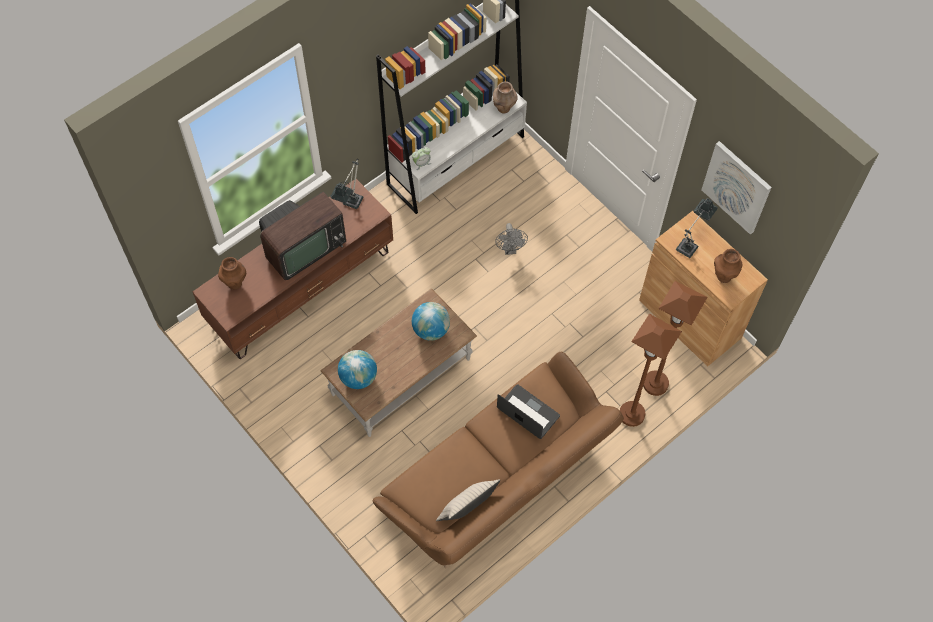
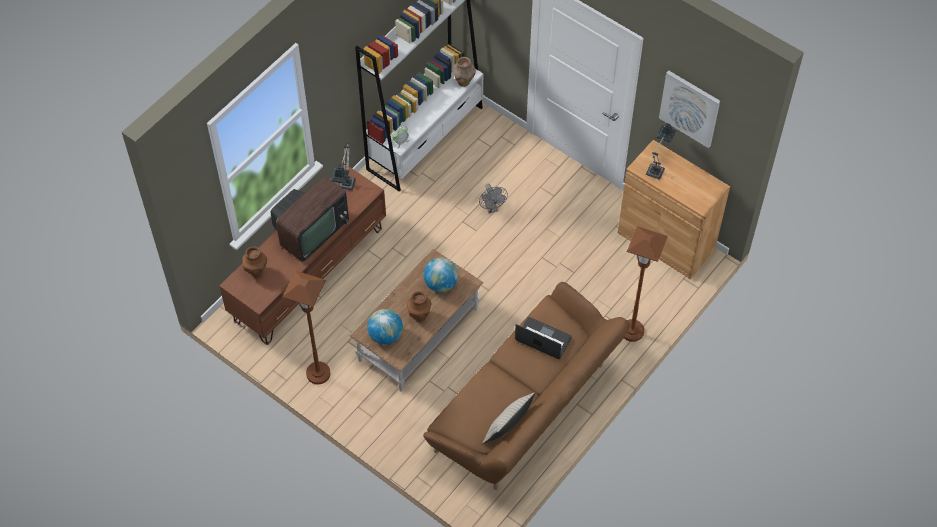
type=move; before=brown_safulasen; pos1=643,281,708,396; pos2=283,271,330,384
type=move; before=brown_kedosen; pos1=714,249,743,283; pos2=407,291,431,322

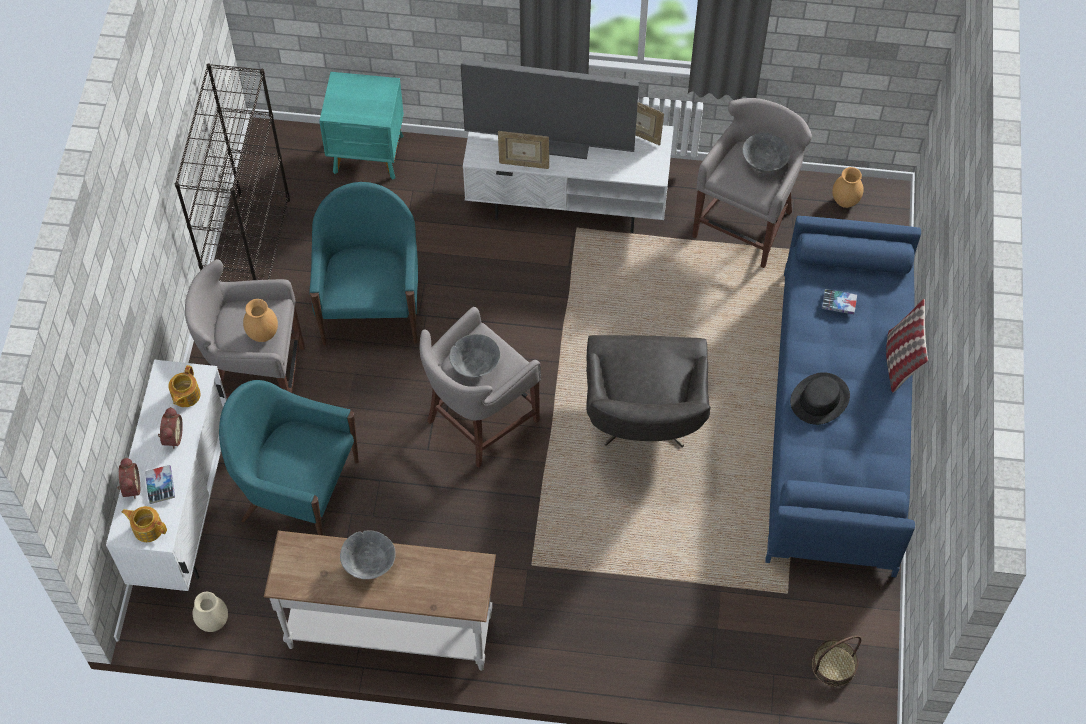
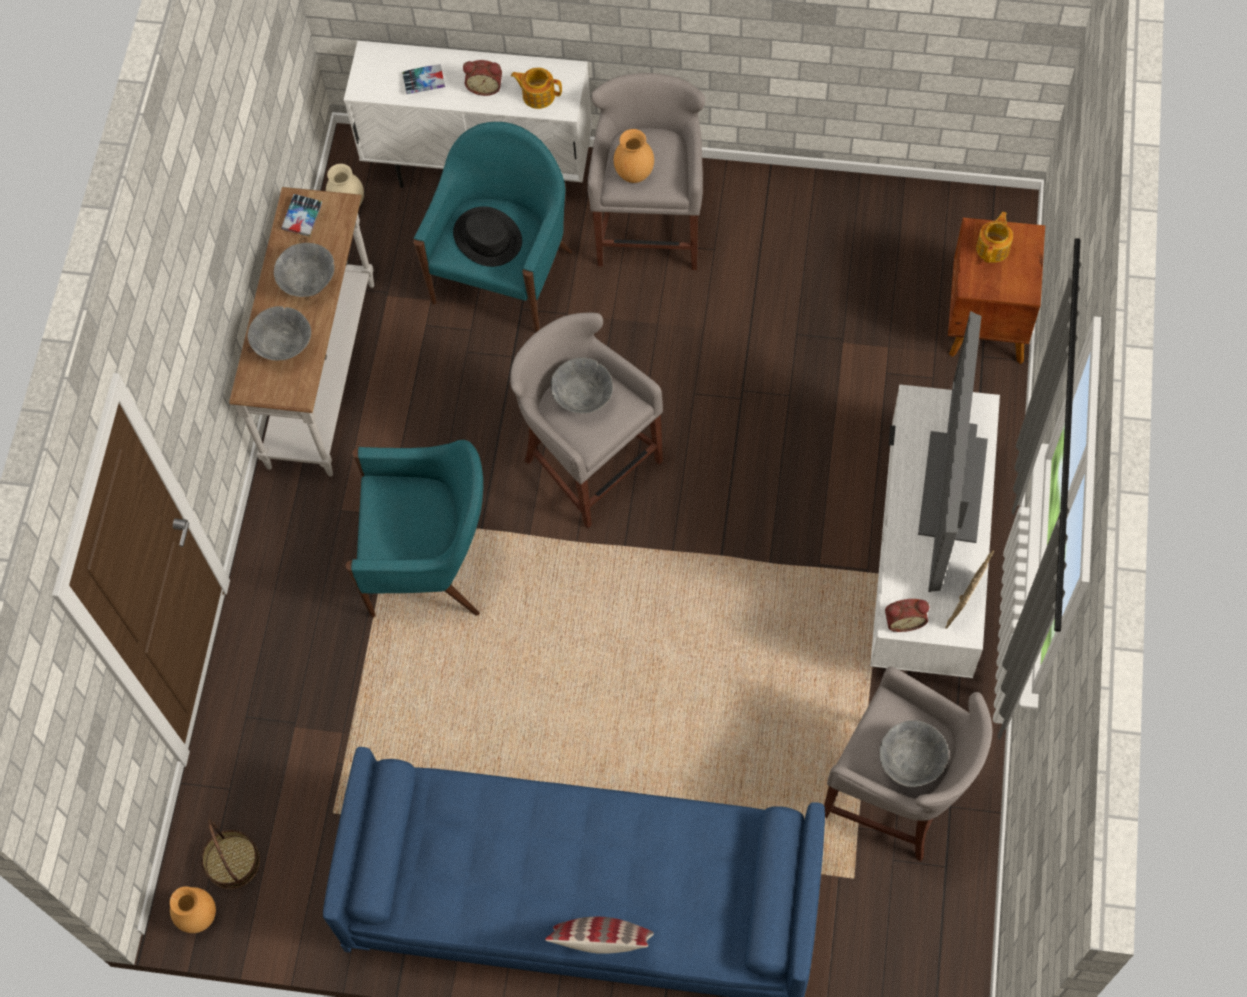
type=delete; before=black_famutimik; pos1=175,64,290,282
type=delete; before=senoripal; pos1=498,131,549,169
type=delete; before=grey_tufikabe; pos1=586,335,711,448
type=insert; after=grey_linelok; pos2=248,306,311,360
type=move; before=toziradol; pos1=117,457,140,499; pos2=885,599,929,632
type=move; before=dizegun; pos1=122,506,167,542; pos2=976,212,1013,263
type=move; before=turquoise_tufikabe; pos1=309,182,419,345; pos2=345,440,483,617
type=move; before=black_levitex; pos1=790,372,850,425; pos2=453,206,522,267
type=move; before=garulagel; pos1=822,289,857,314; pos2=281,194,322,237
type=move; before=brown_kedosen; pos1=832,167,864,208; pos2=170,886,216,933
type=recolor; before=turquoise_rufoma; after=brown_rufoma; pos1=319,72,404,180; pos2=948,218,1045,364

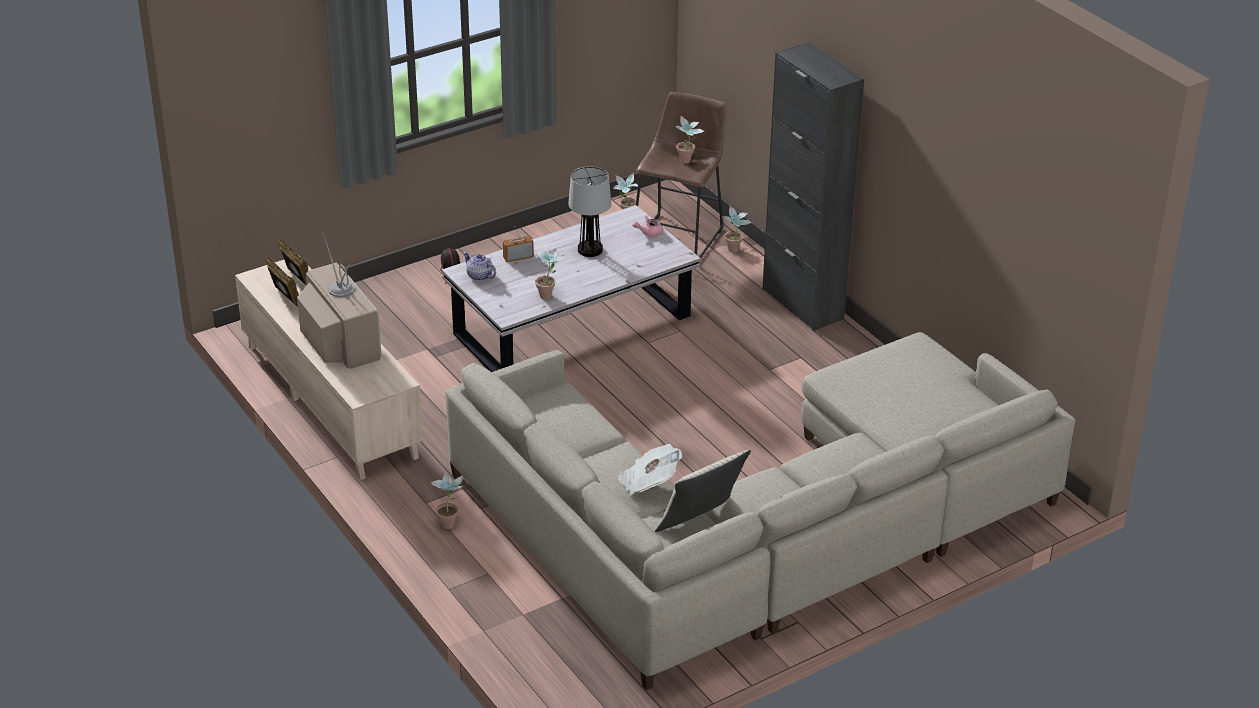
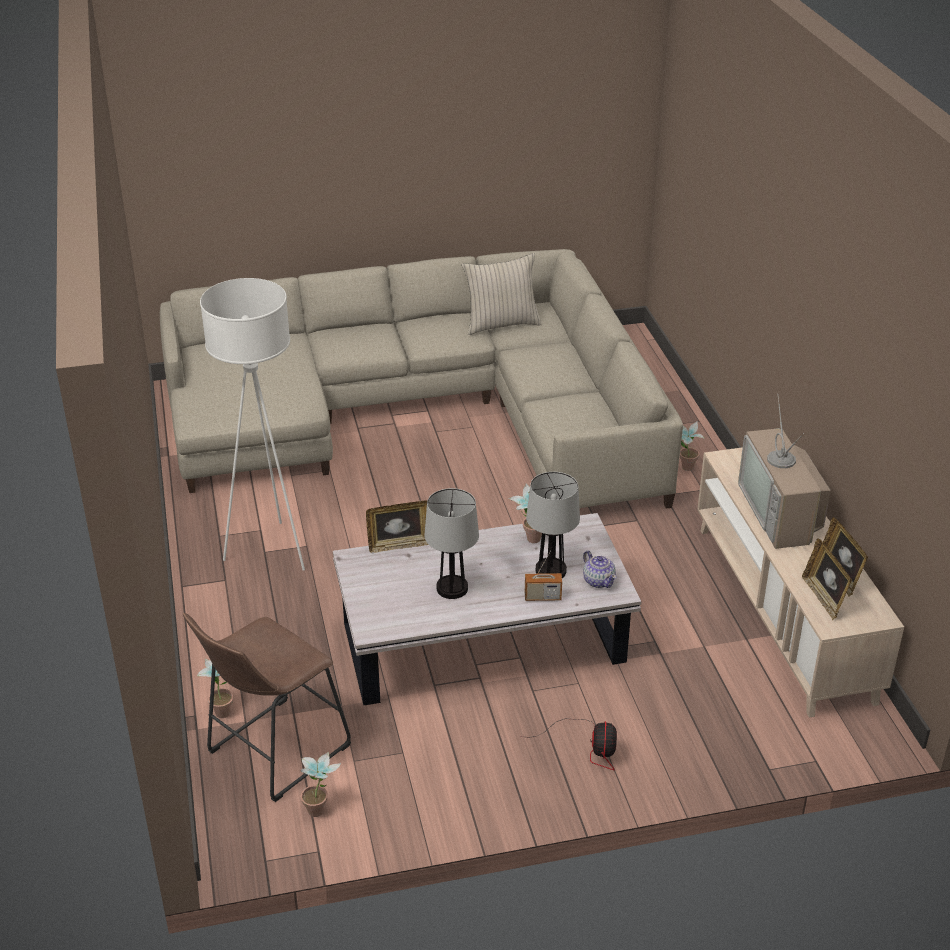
type=delete; before=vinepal; pos1=617,444,682,495
type=delete; before=pink_dizegun; pos1=632,216,663,237
type=delete; before=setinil; pos1=676,116,704,164
type=delete; before=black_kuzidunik; pos1=762,42,864,331
type=insert; after=white_safulasen; pos2=200,278,305,571
type=insert; after=senoripal; pos2=366,500,428,553
type=insert; after=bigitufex; pos2=526,472,580,578

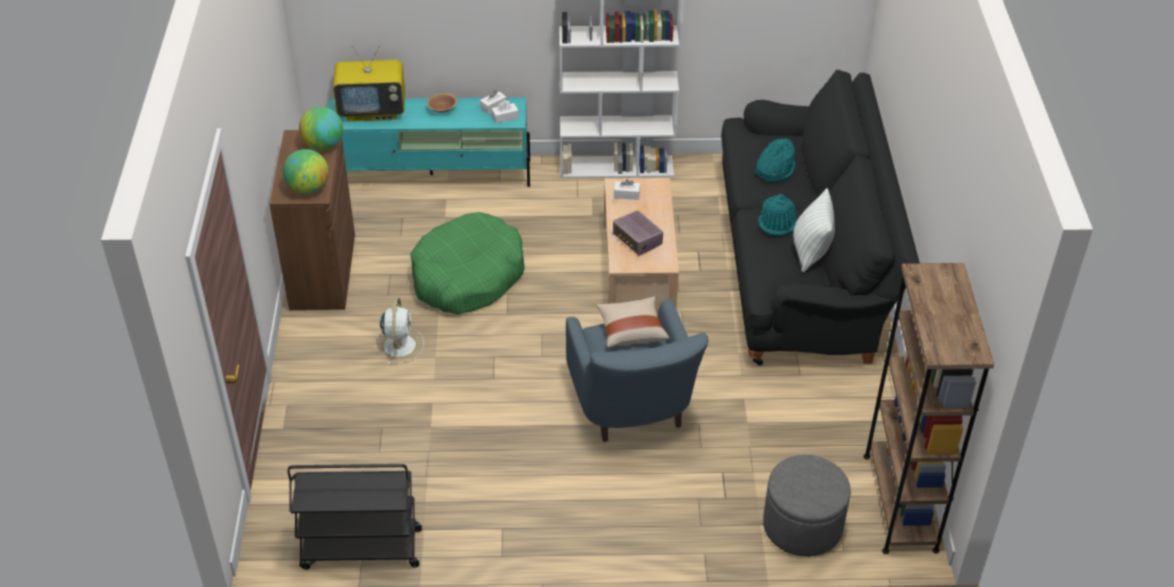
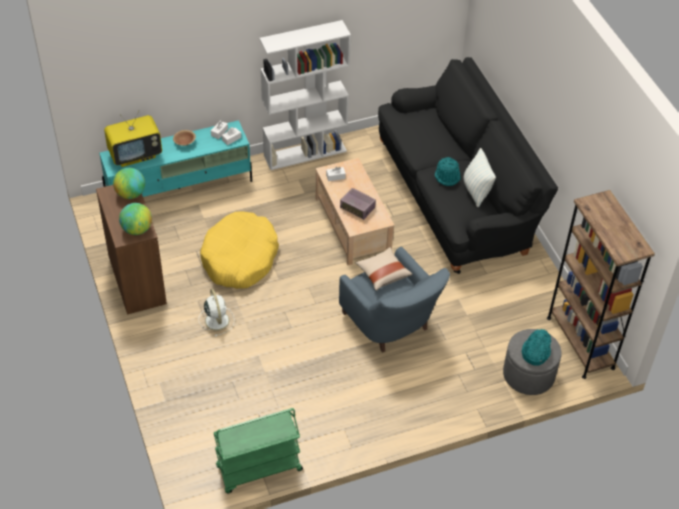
type=move; before=turquoise_levitex; pos1=756,138,795,182; pos2=521,329,552,366
type=recolor; before=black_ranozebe; after=green_ranozebe; pos1=288,464,422,570; pos2=214,408,303,493
type=recolor; before=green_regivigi; after=yellow_regivigi; pos1=410,212,525,314; pos2=200,211,279,289

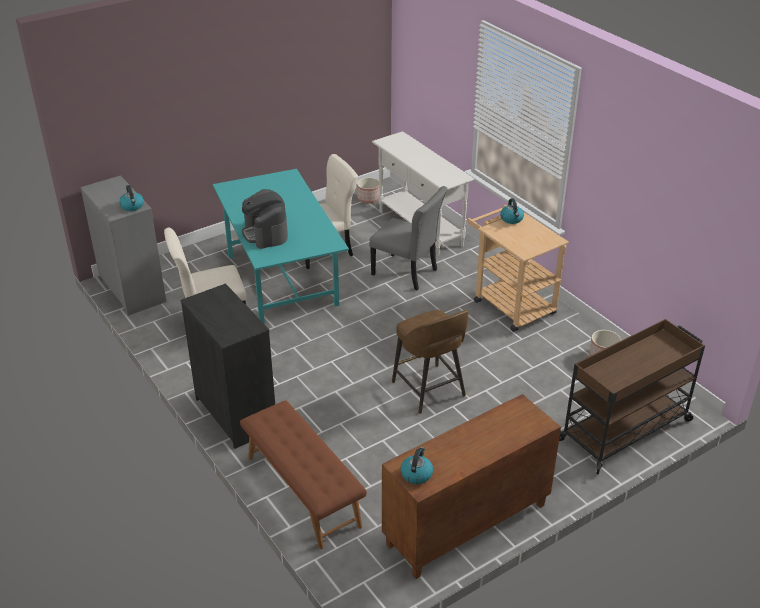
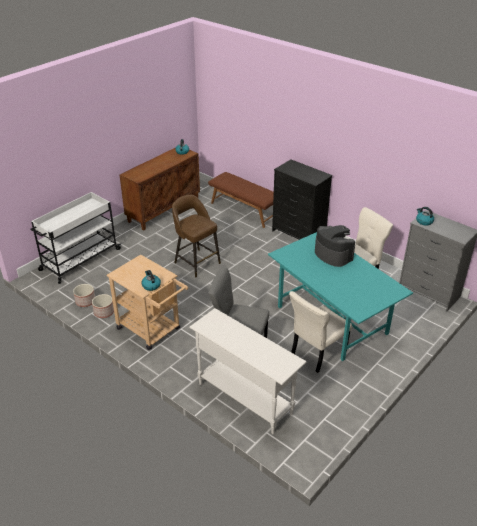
type=move; before=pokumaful; pos1=357,177,380,203; pos2=92,294,114,318
type=recolor; before=brown_ranozebe; after=white_ranozebe; pos1=559,319,705,474; pos2=31,192,121,284

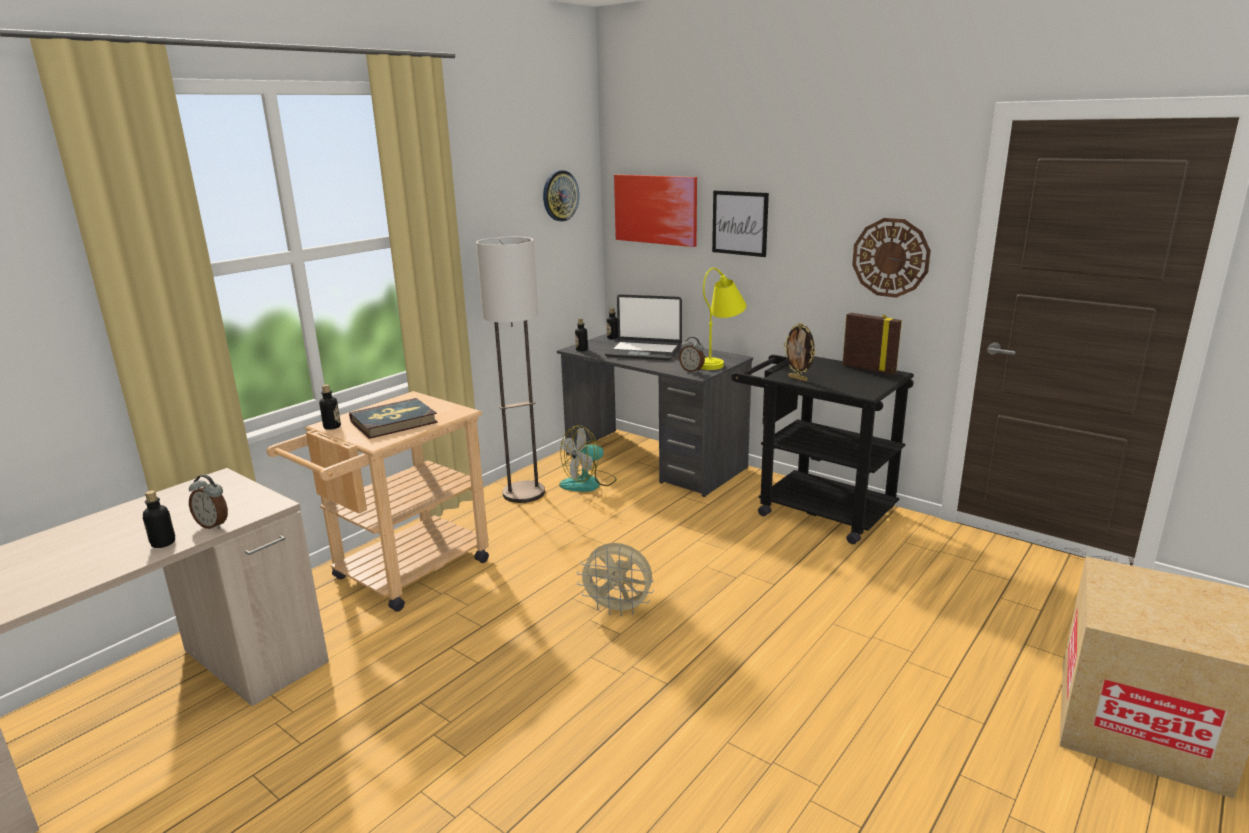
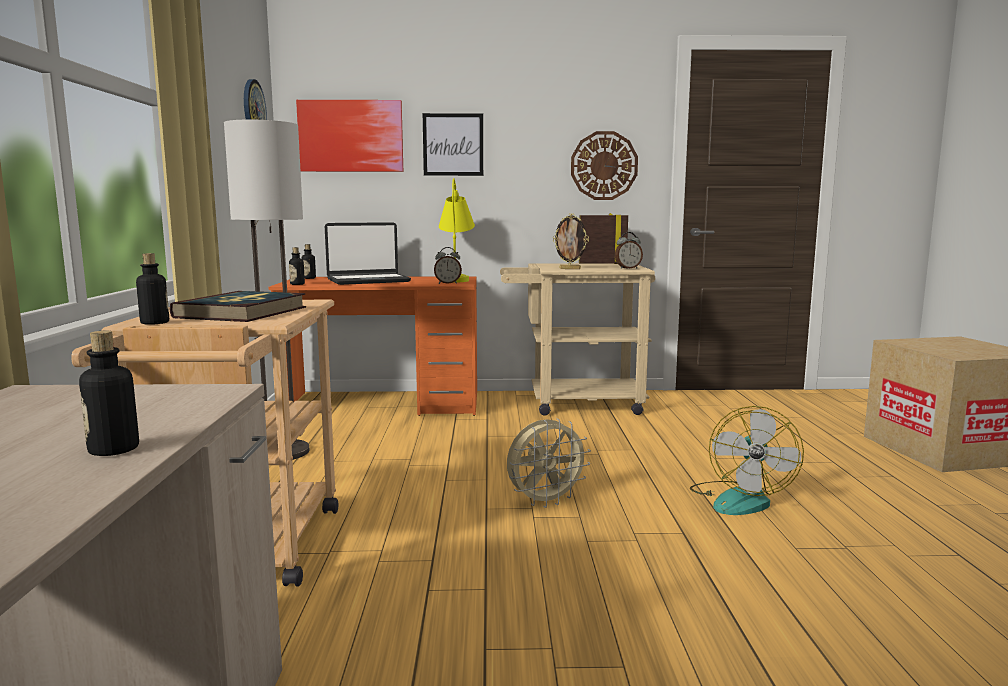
type=move; before=toziradol; pos1=189,475,228,529; pos2=615,232,643,269
type=move; before=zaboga; pos1=559,425,617,492; pos2=690,406,804,515
type=recolor; before=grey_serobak; after=orange_serobak; pos1=557,334,753,497; pos2=269,276,477,416
type=recolor; before=black_ranozebe; after=beige_ranozebe; pos1=731,355,914,544; pos2=500,263,655,416

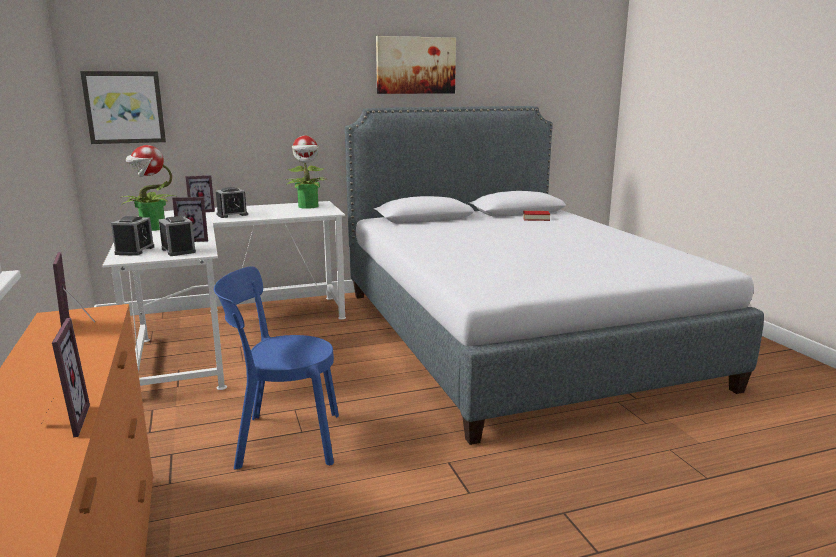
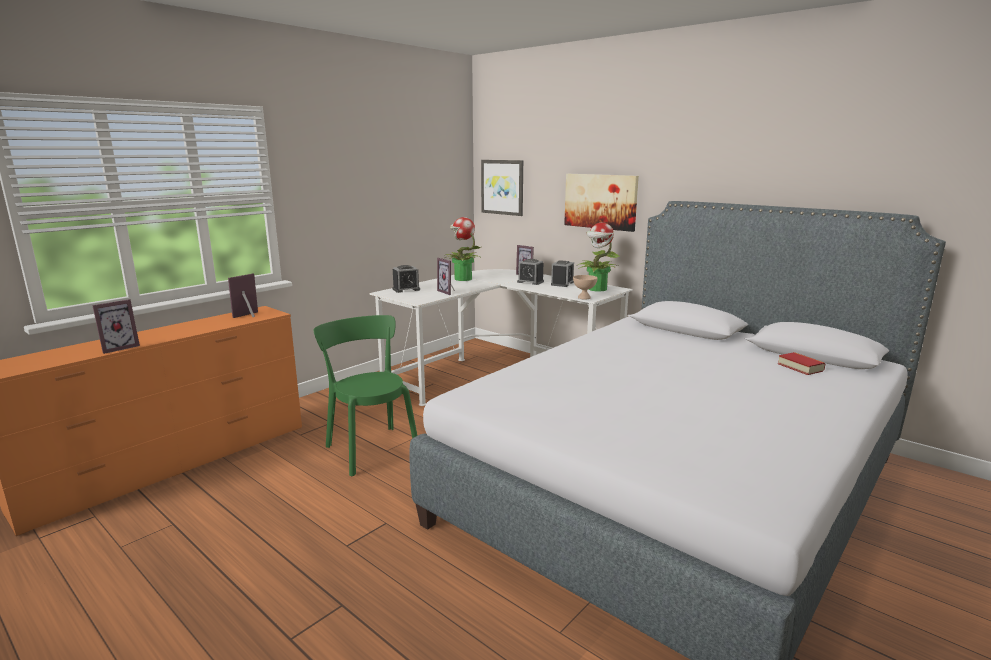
type=insert; after=beige_linelok; pos2=573,275,598,299
type=move; before=toziradol; pos1=158,216,196,256; pos2=551,260,574,287
type=move; before=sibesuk; pos1=376,36,456,94; pos2=564,174,639,232
type=recolor; before=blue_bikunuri; after=green_bikunuri; pos1=214,266,339,470; pos2=314,315,417,476

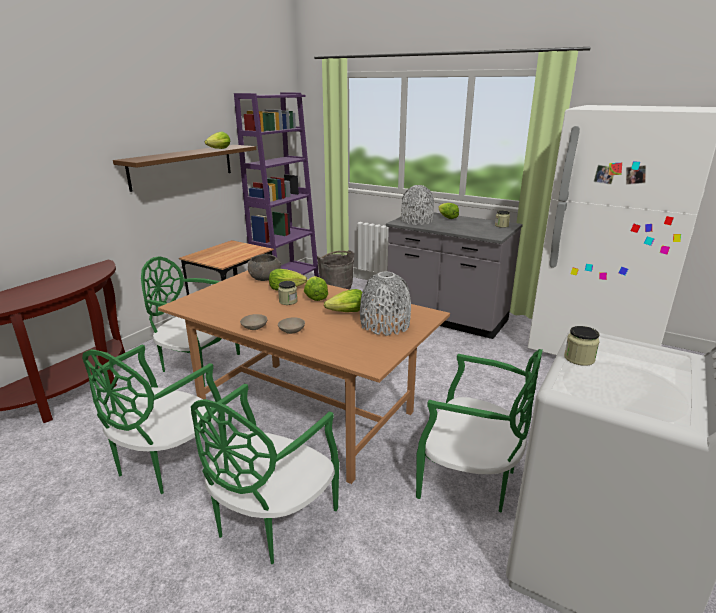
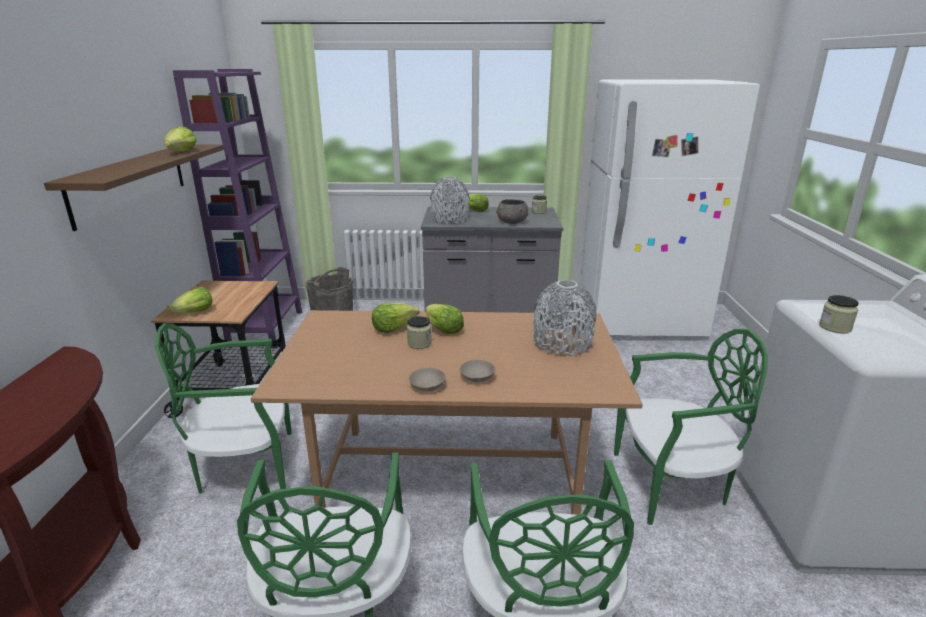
type=move; before=grey_linelok; pos1=247,254,281,281; pos2=496,199,529,224
type=move; before=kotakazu; pos1=324,289,362,312; pos2=167,287,212,313

